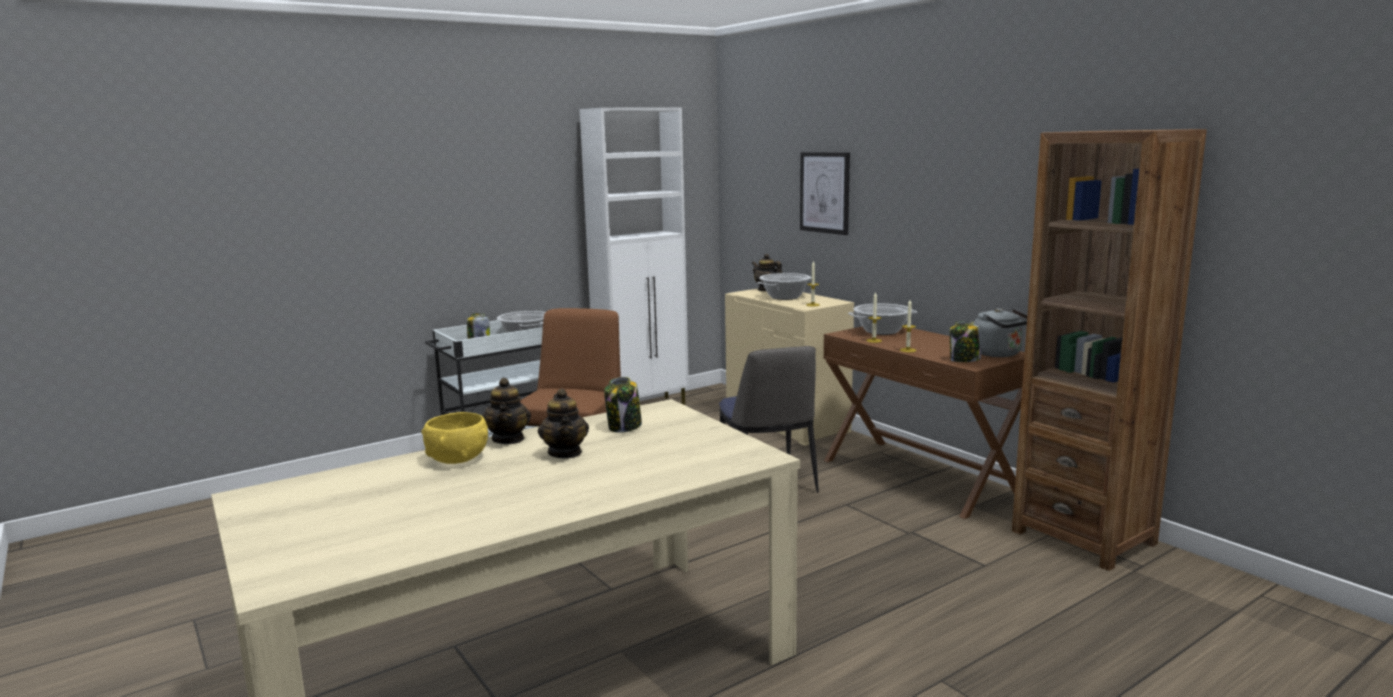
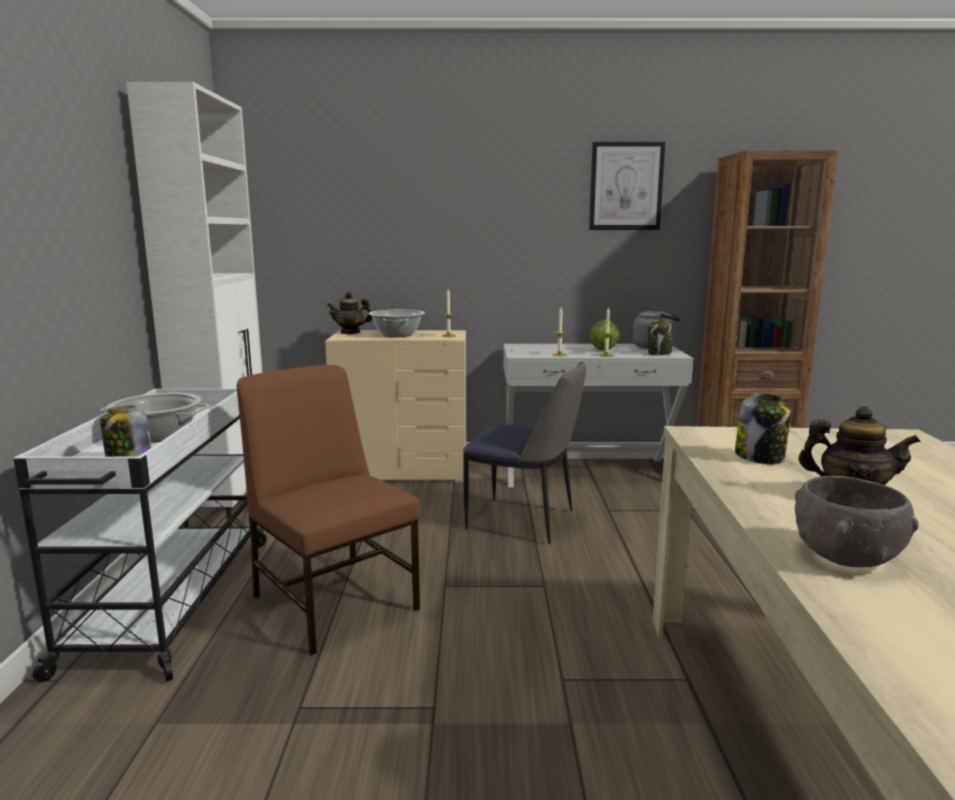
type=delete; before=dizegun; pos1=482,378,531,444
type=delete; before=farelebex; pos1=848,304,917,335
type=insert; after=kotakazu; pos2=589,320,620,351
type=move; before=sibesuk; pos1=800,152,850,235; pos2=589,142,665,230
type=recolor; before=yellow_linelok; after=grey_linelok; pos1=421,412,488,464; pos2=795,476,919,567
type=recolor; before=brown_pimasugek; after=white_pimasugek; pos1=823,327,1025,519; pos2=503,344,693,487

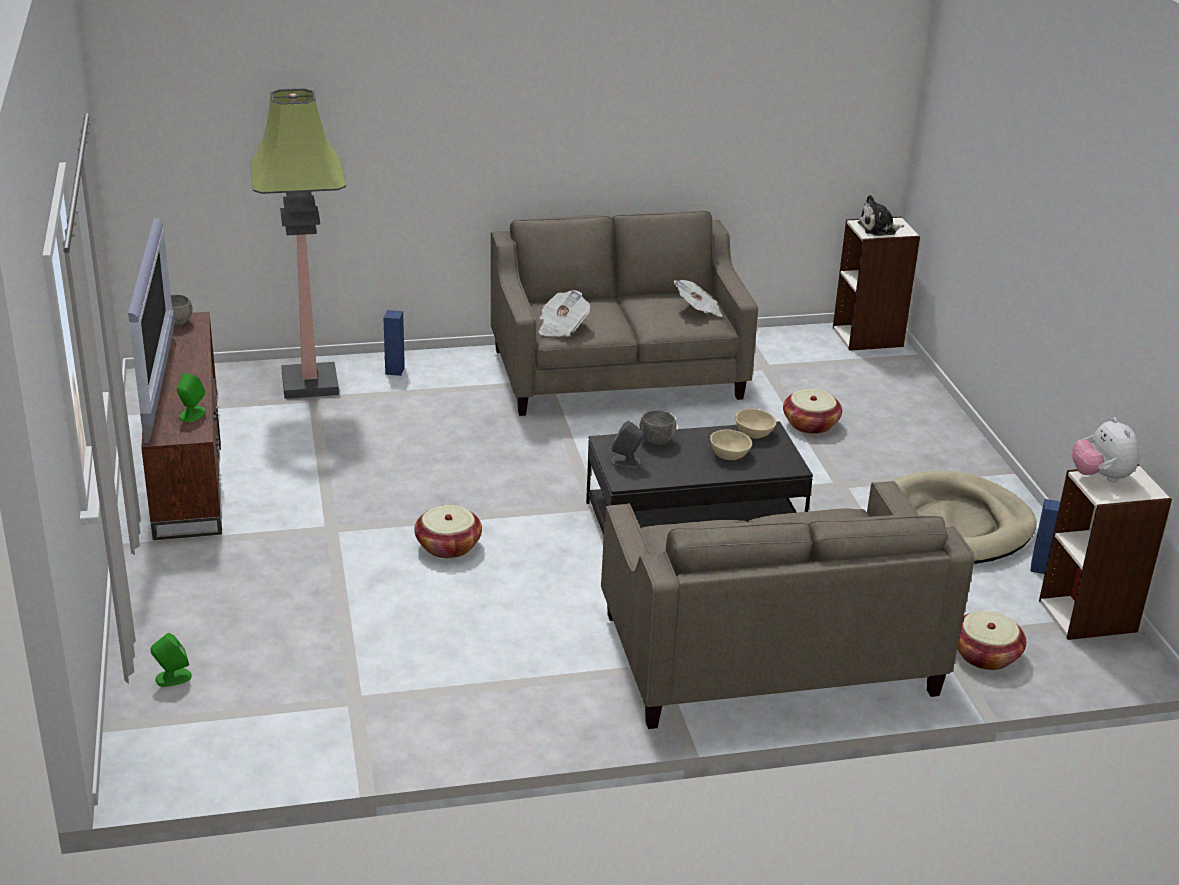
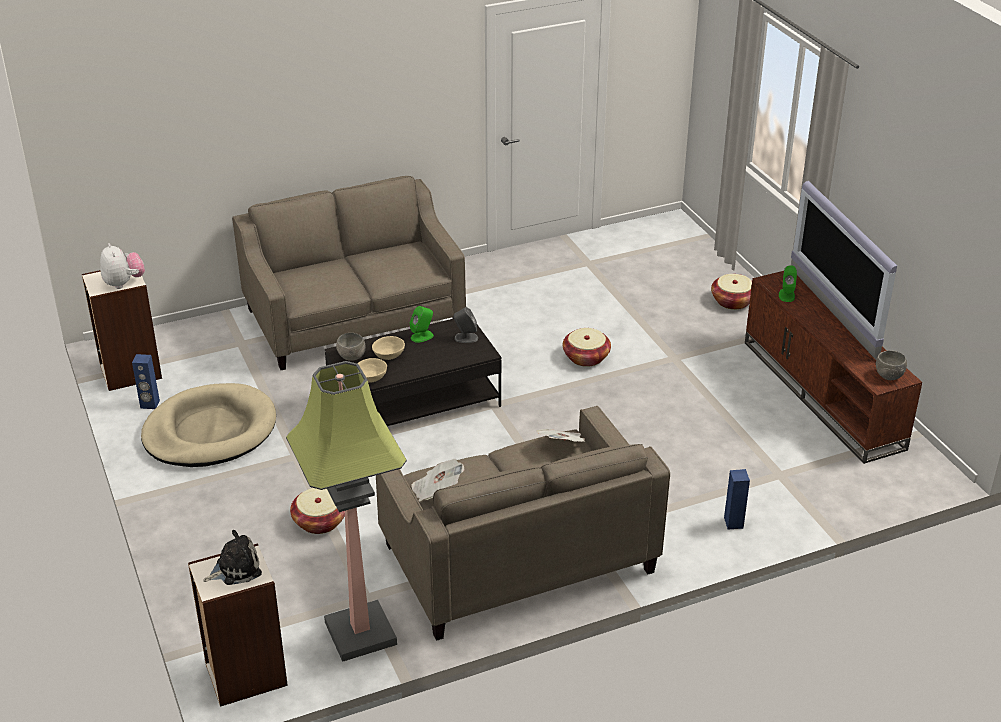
type=move; before=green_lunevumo; pos1=150,633,192,687; pos2=410,306,434,343
type=move; before=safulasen; pos1=250,88,346,399; pos2=286,361,407,662
type=move; before=grey_linelok; pos1=639,410,676,445; pos2=336,333,366,361
type=move; before=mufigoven; pos1=957,610,1026,670; pos2=711,274,752,310

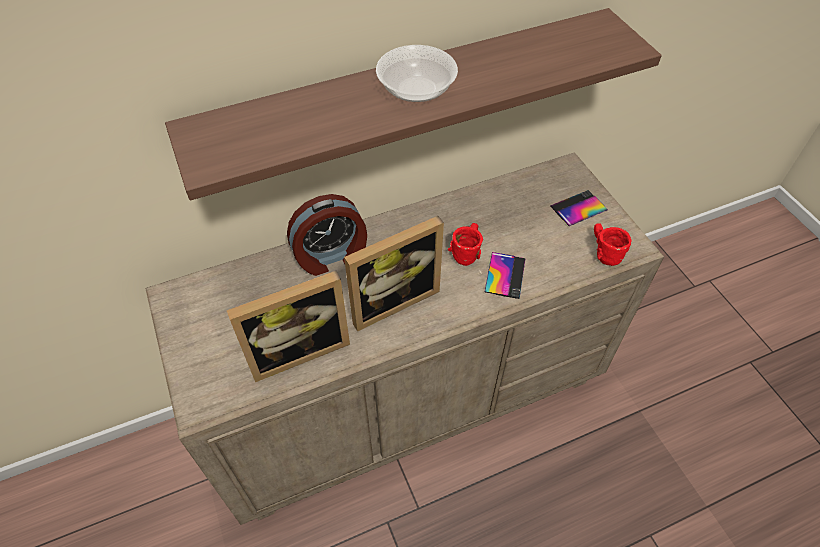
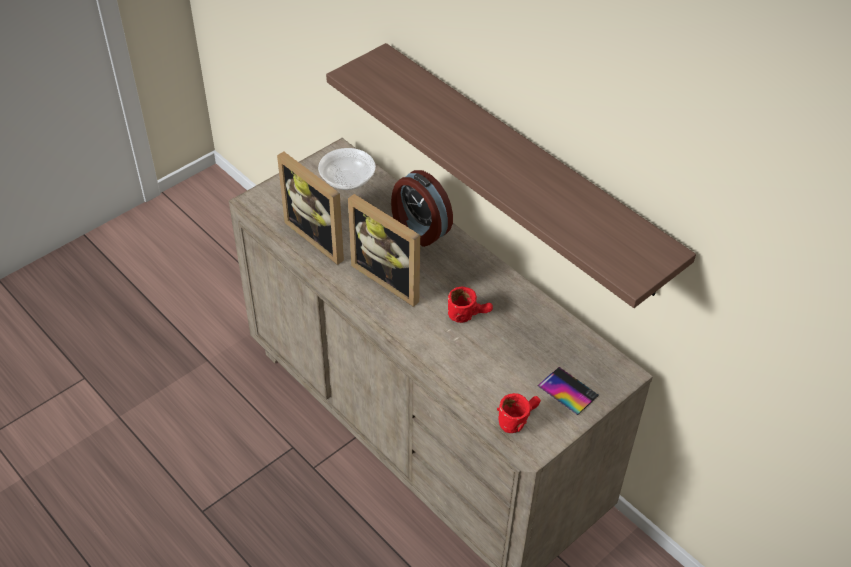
type=delete; before=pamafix; pos1=485,252,525,299
type=move; before=linelok; pos1=376,45,458,102; pos2=318,148,376,190

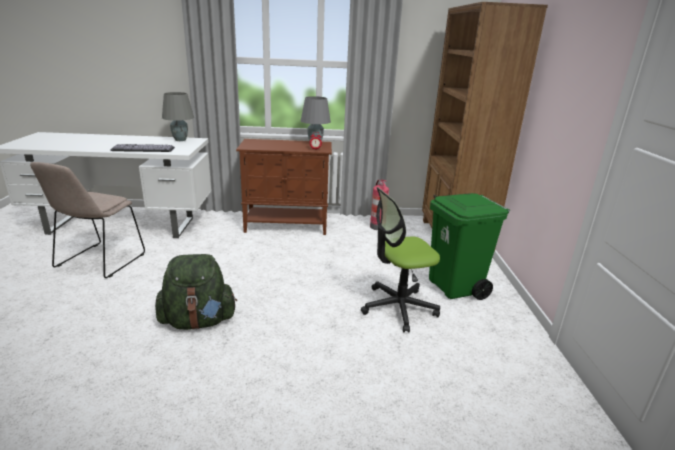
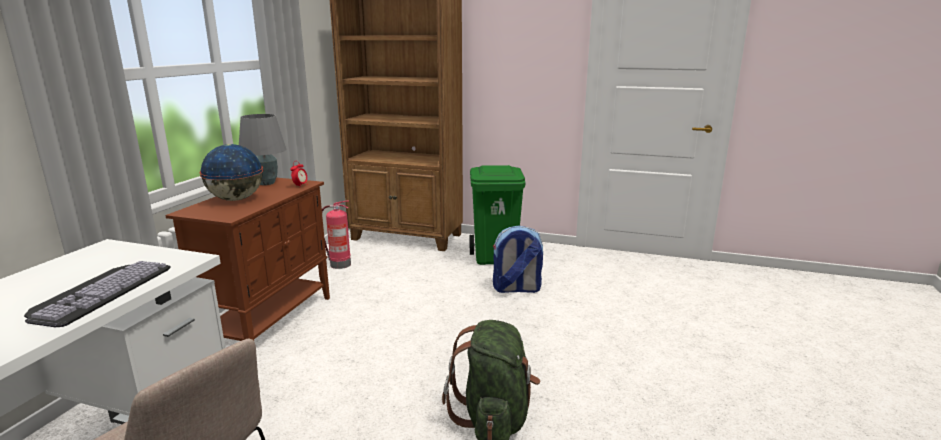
type=delete; before=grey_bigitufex; pos1=162,92,194,141
type=insert; after=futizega; pos2=199,144,263,201
type=replace; before=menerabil; after=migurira; pos1=361,187,440,333; pos2=493,225,543,293

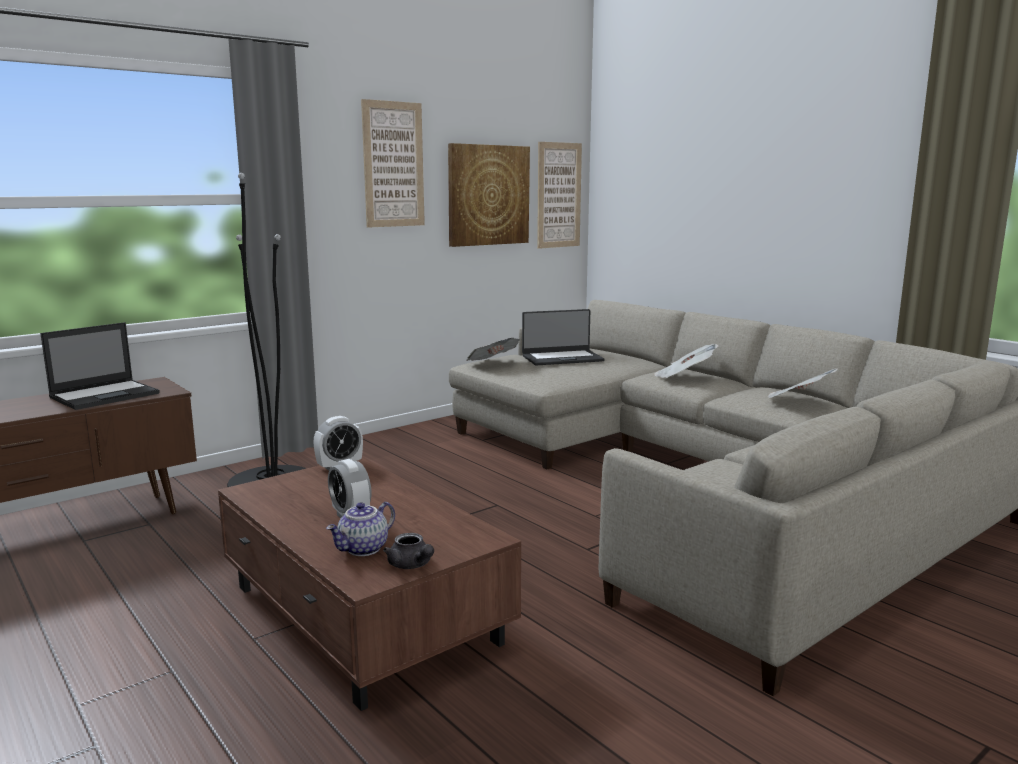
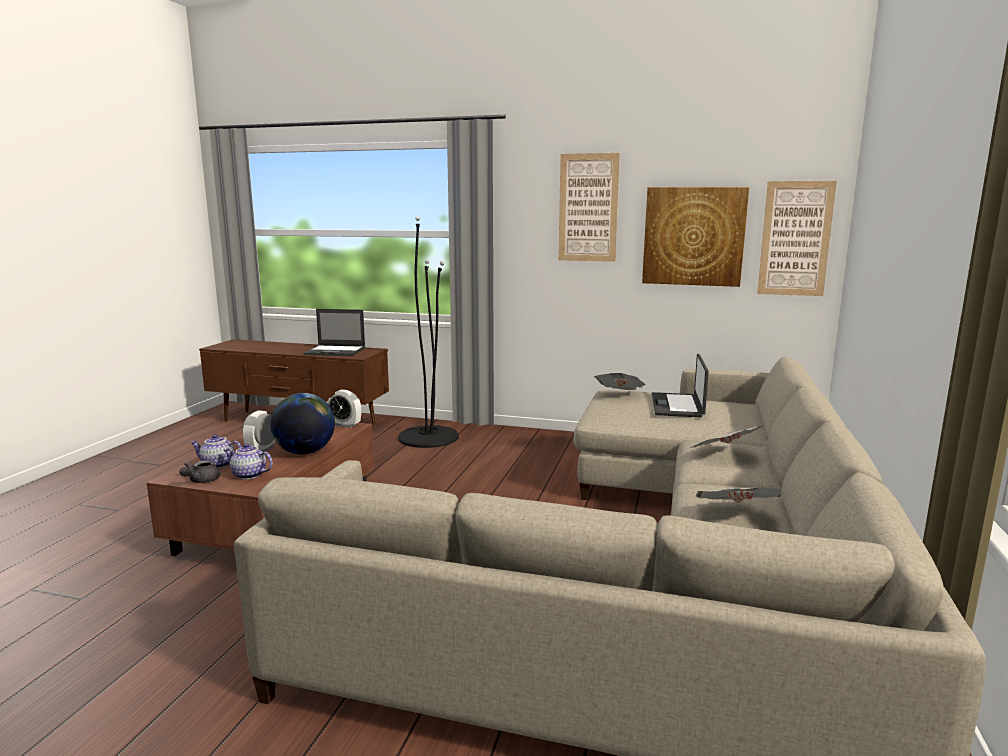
type=insert; after=dizegun; pos2=223,443,273,480
type=insert; after=futizega; pos2=270,393,335,455
type=rotate; before=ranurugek; pos1=522,309,604,365; pos2=652,354,709,417; turn=60

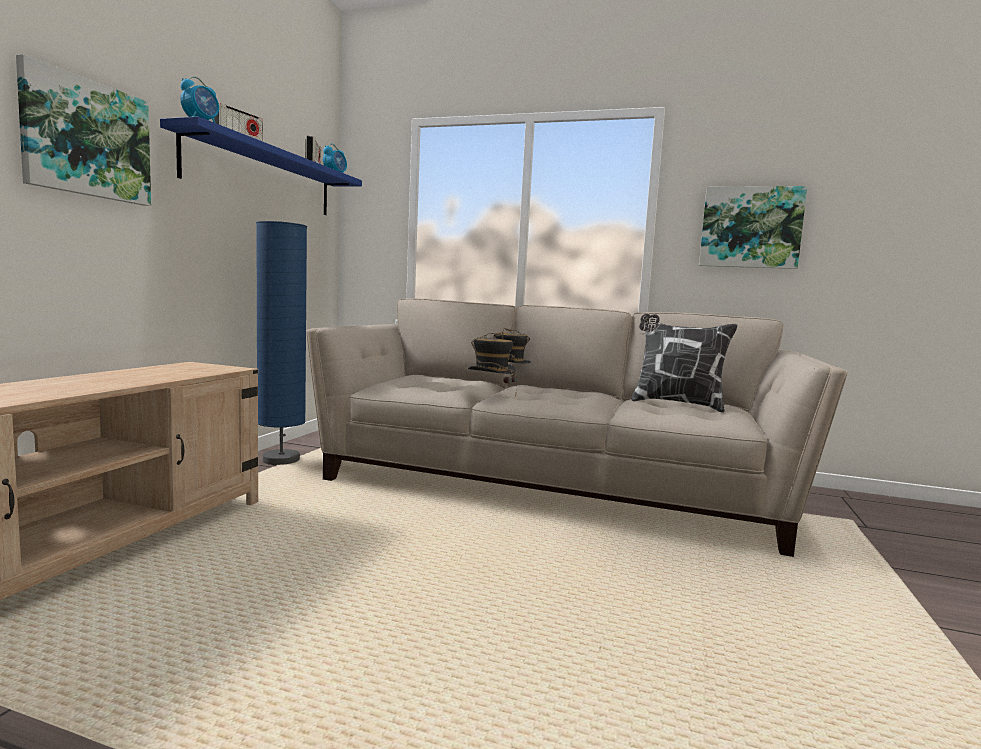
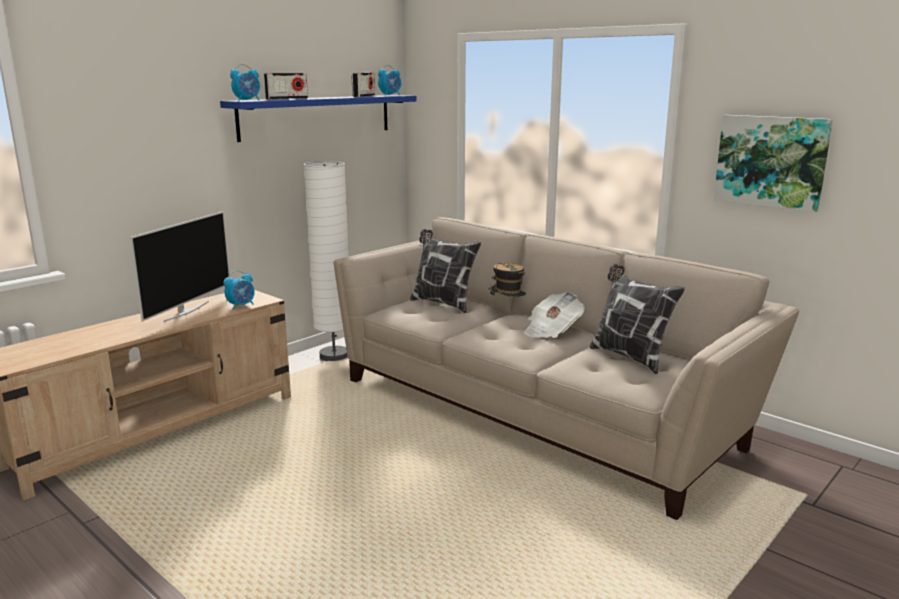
type=delete; before=sibesuk; pos1=16,54,151,206
type=delete; before=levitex; pos1=467,332,517,388
type=insert; after=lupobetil; pos2=130,211,230,322
type=insert; after=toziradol; pos2=223,270,255,310
type=insert; after=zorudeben; pos2=410,229,481,313
type=insert; after=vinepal; pos2=524,293,585,338
type=recolor; before=blue_safulasen; after=white_safulasen; pos1=256,221,307,465; pos2=304,161,349,361

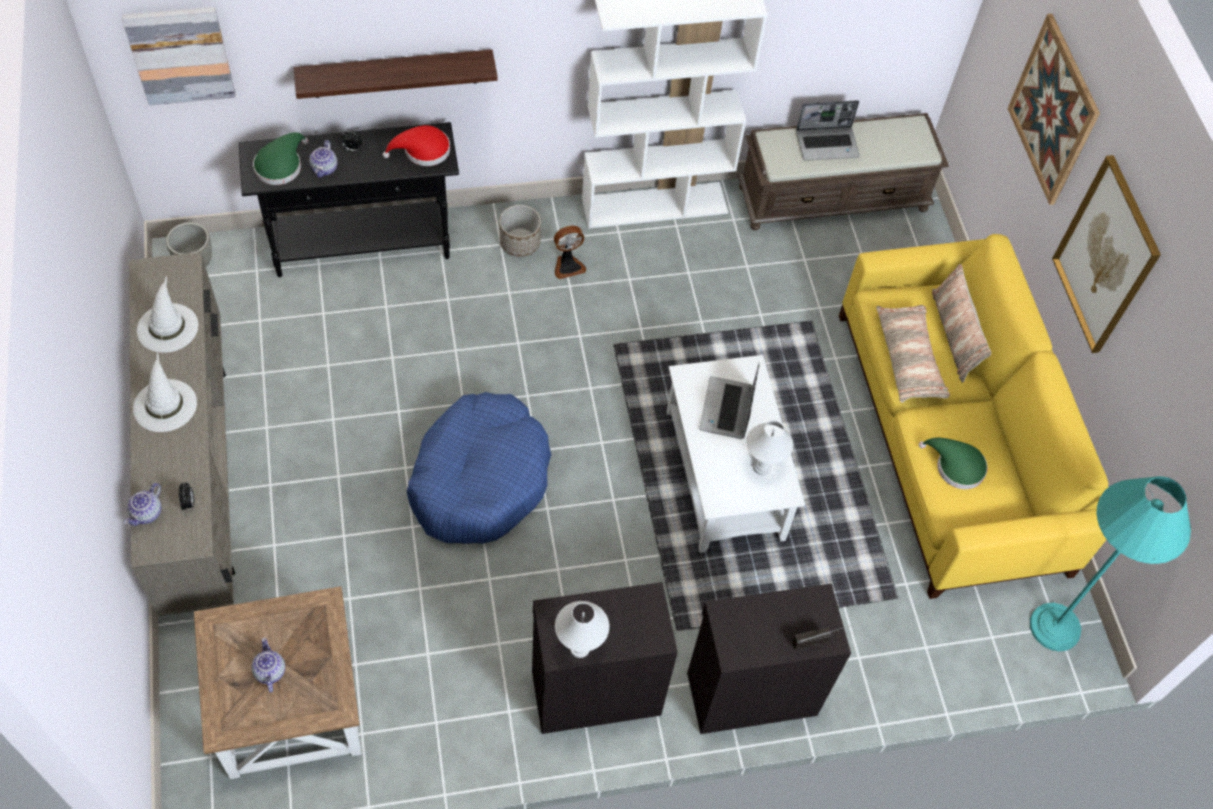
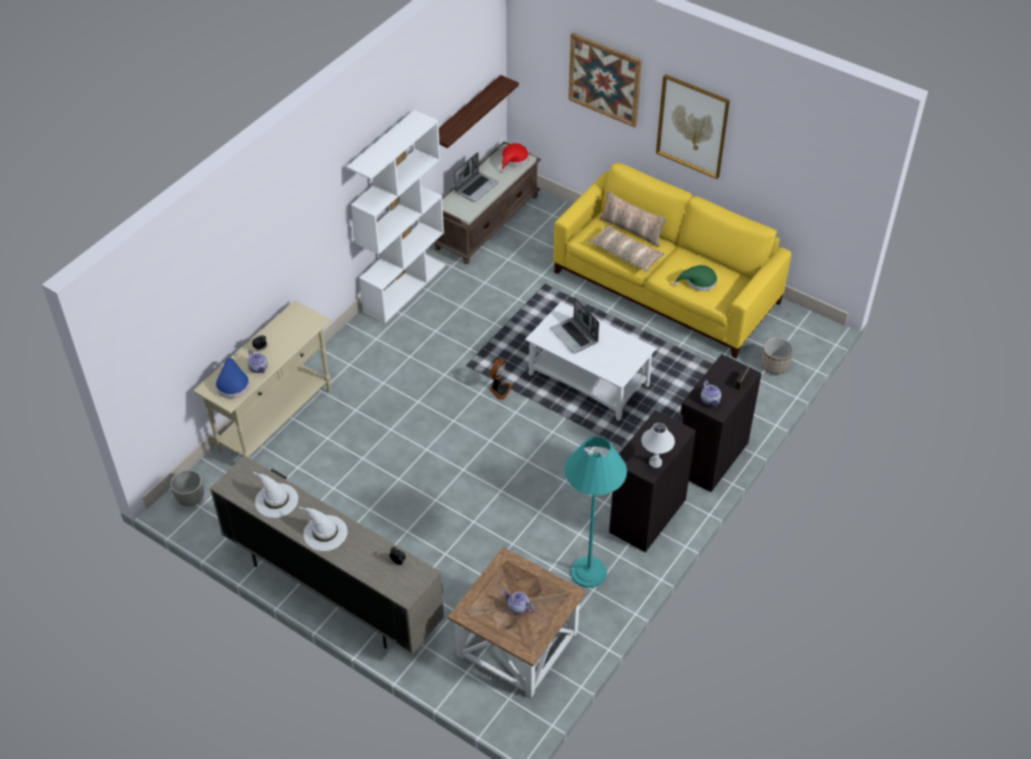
type=delete; before=sibesuk; pos1=122,7,236,105
type=delete; before=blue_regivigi; pos1=406,392,551,544
type=delete; before=white_bigitufex; pos1=746,421,793,475
type=move; before=dizegun; pos1=124,483,161,526; pos2=701,380,721,407
type=move; before=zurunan; pos1=293,49,498,99; pos2=439,75,519,148
type=move; before=red_levitex; pos1=383,125,450,166; pos2=501,143,529,173
type=move; before=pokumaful; pos1=499,205,541,257; pos2=761,338,794,374
type=move; before=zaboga; pos1=554,225,586,279; pos2=489,358,512,400
type=move; before=turquoise_safulasen; pos1=1030,476,1191,651; pos2=564,436,627,588
type=recolor; before=black_pimasugek; after=beige_pimasugek; pos1=239,122,459,277; pos2=193,300,332,458
type=recolor; before=green_levitex; after=blue_levitex; pos1=253,132,309,185; pos2=215,358,250,398

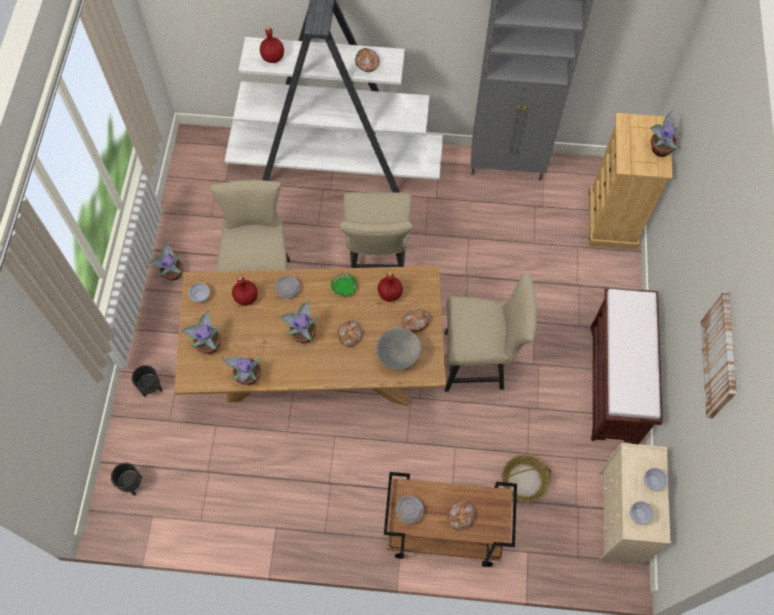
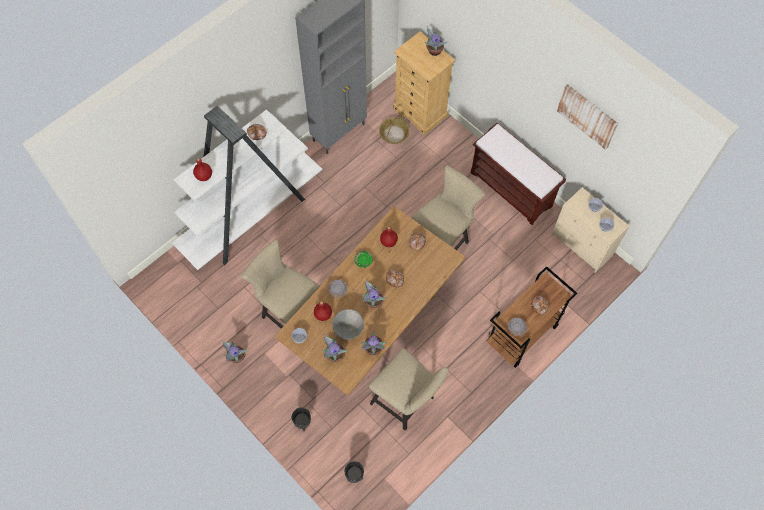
type=move; before=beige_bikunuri; pos1=340,192,413,268; pos2=368,348,449,430
type=move; before=grey_linelok; pos1=376,328,421,370; pos2=332,309,364,340
type=move; before=mufigoven; pos1=501,454,551,502; pos2=379,114,409,144

